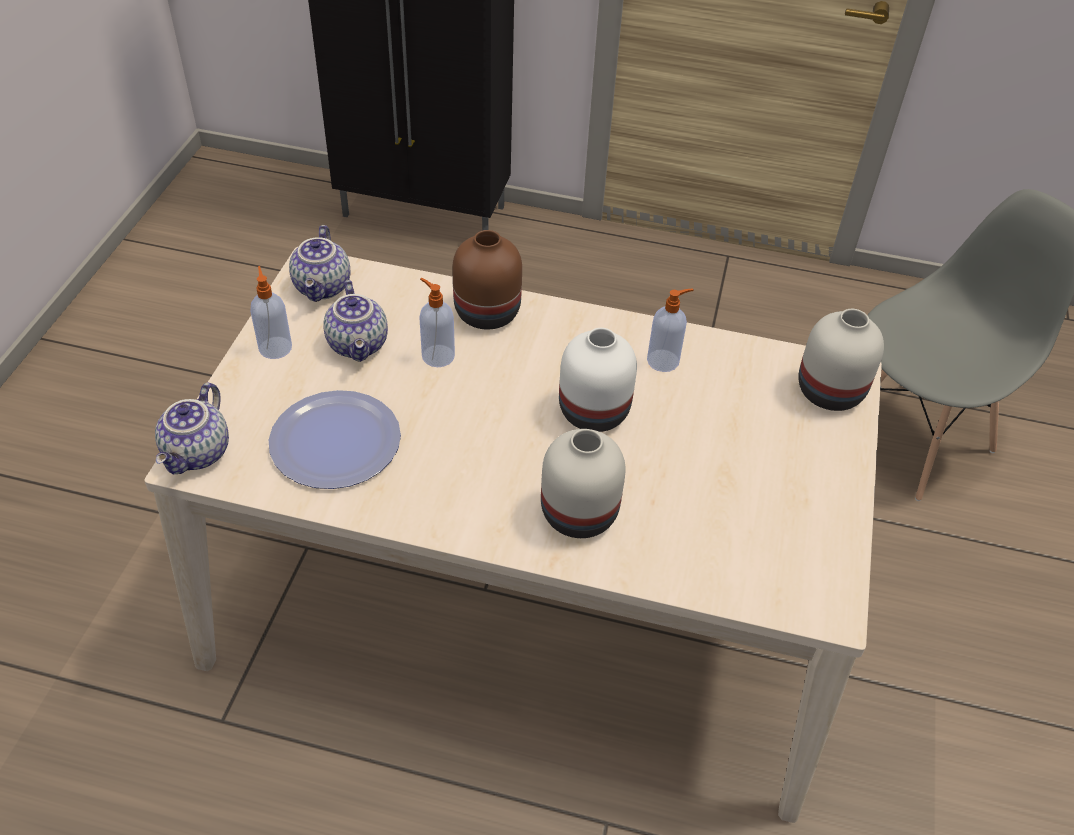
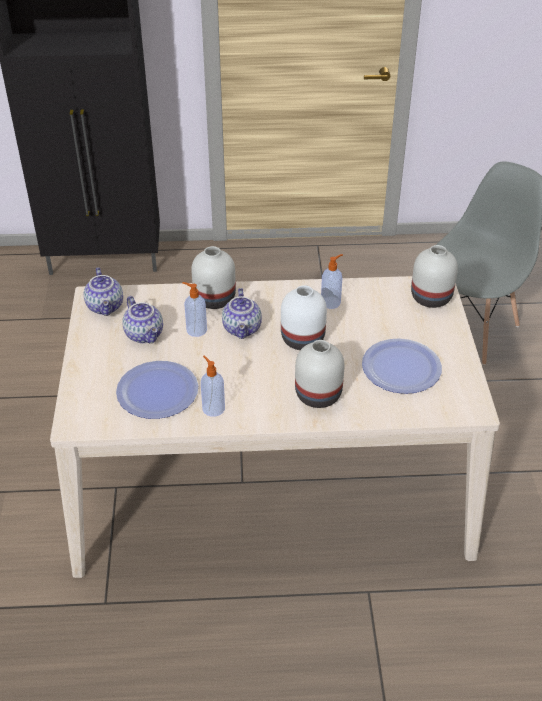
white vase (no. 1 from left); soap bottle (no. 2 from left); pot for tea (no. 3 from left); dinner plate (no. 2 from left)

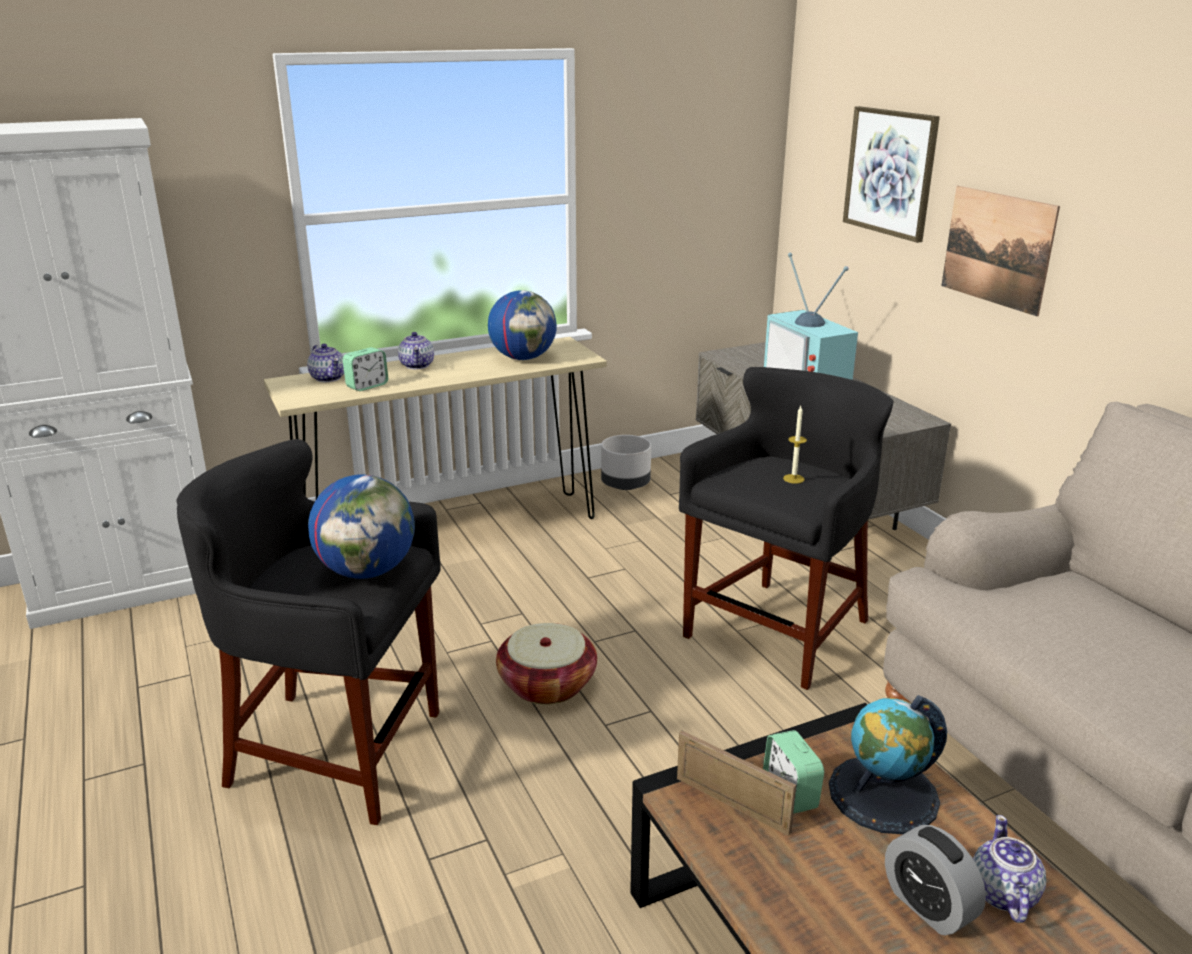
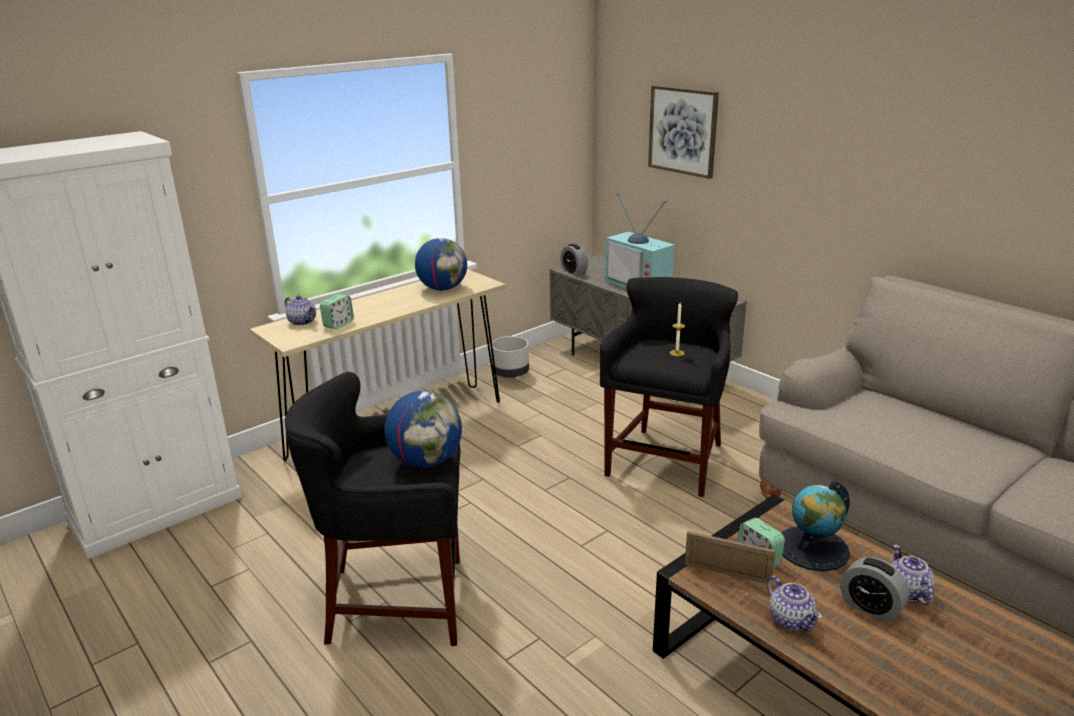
bedside clock (no. 2 from left); pot for tea (no. 2 from left); household basket; wall art (no. 2 from left in the first image)

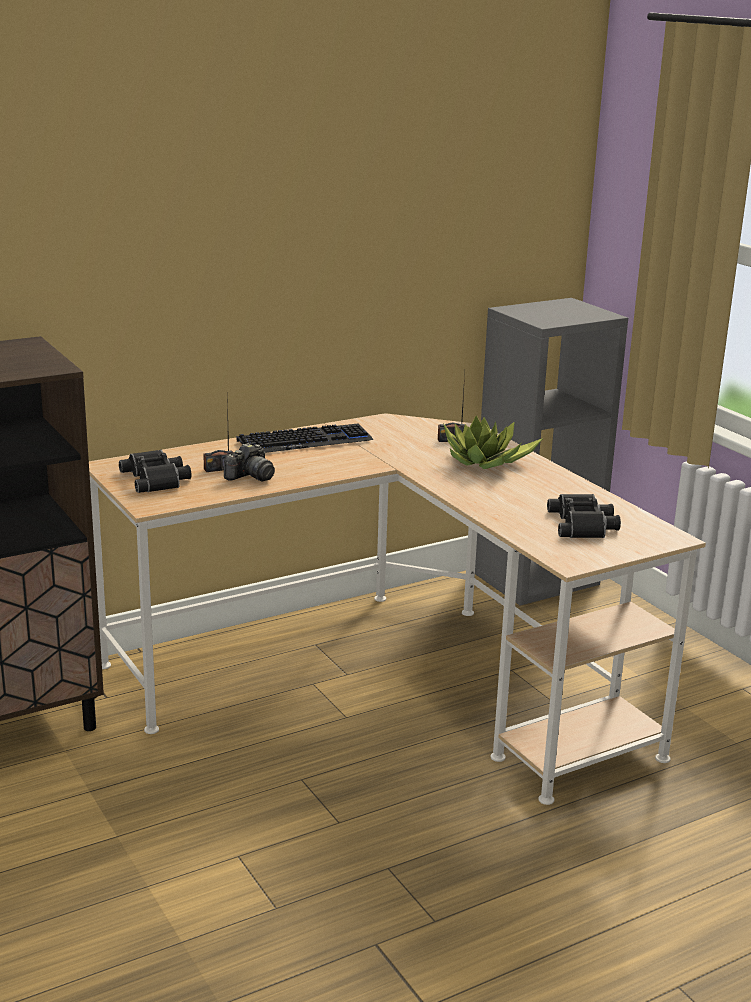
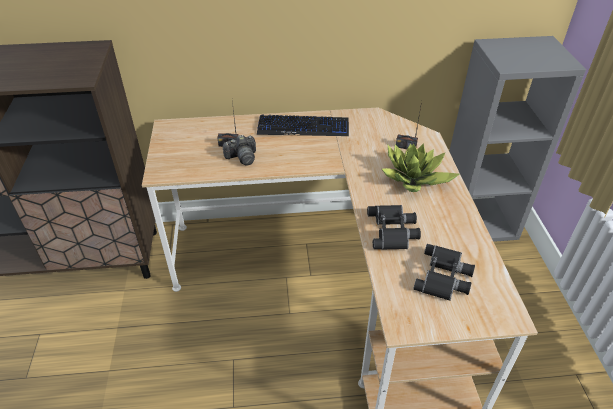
black-coloured binoculars (no. 1 from left)

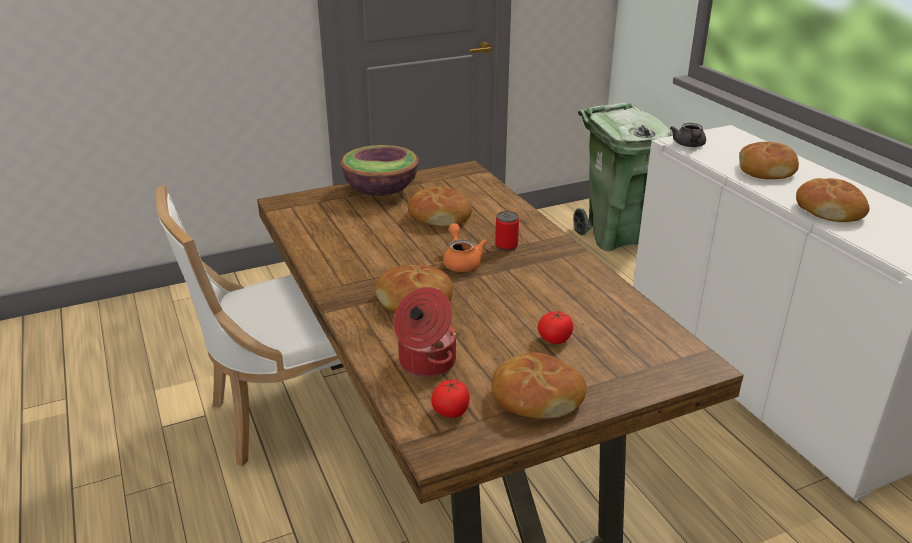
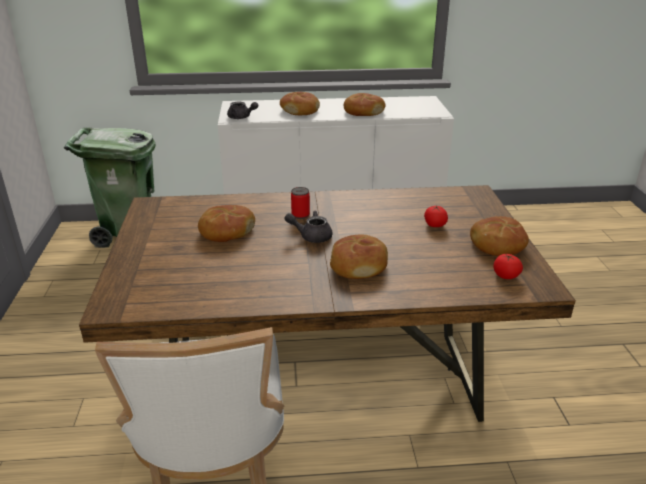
greyish pot for tea (no. 2 from left); serving bowl; saucepot

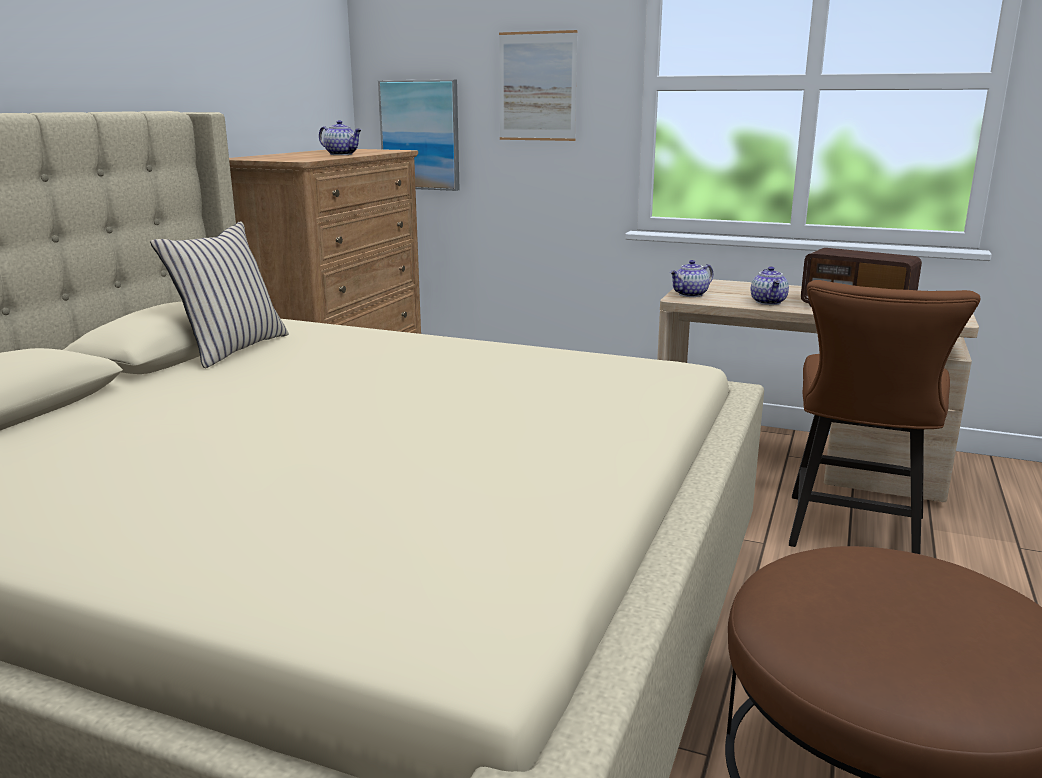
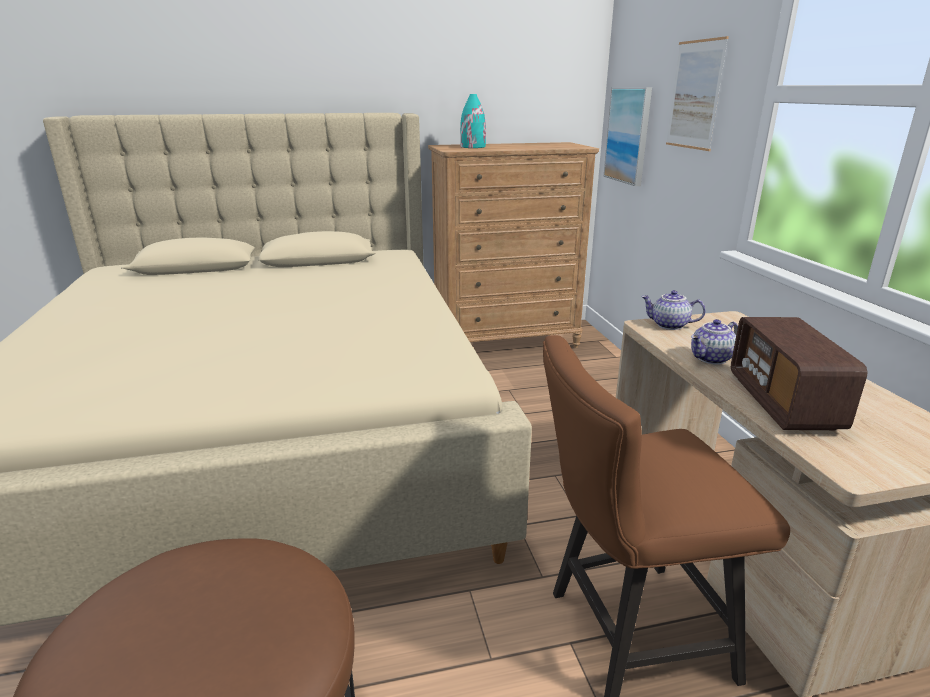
turquoise-coloured vase; beige pillow; pot for tea (no. 1 from left in the first image)

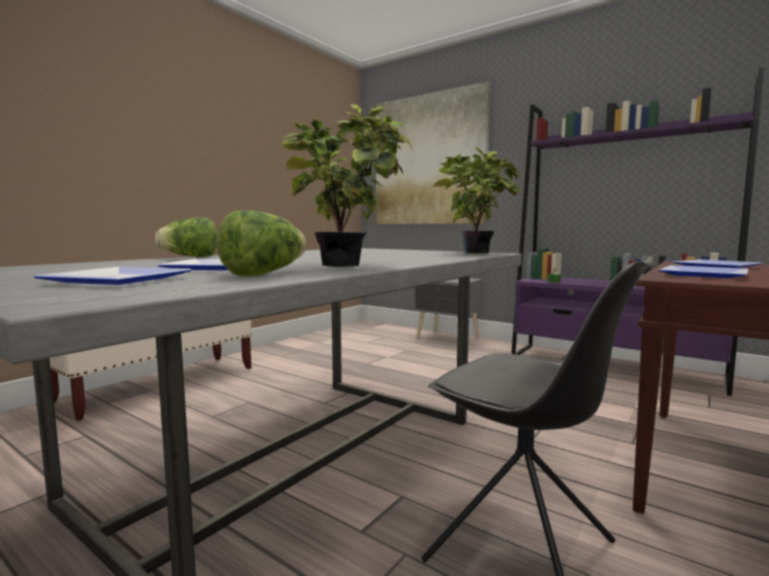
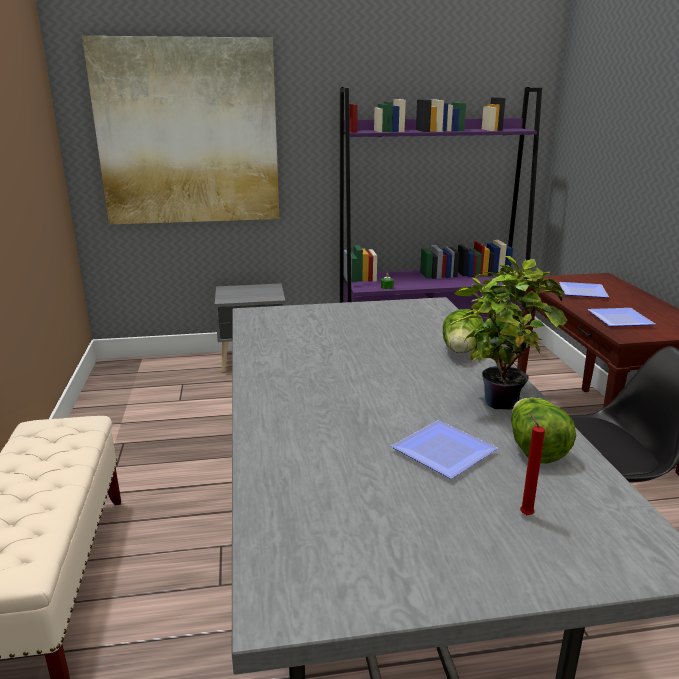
head of lettuce (no. 1 from left); reddish candle; houseplant (no. 2 from left in the first image)

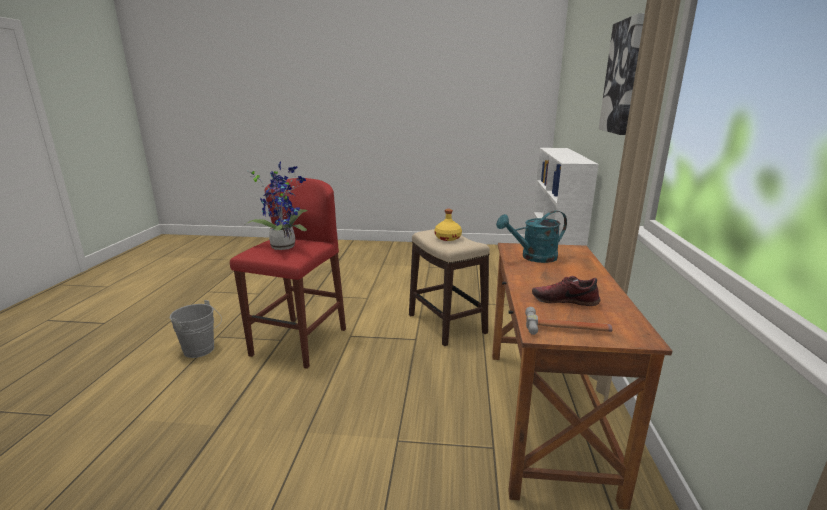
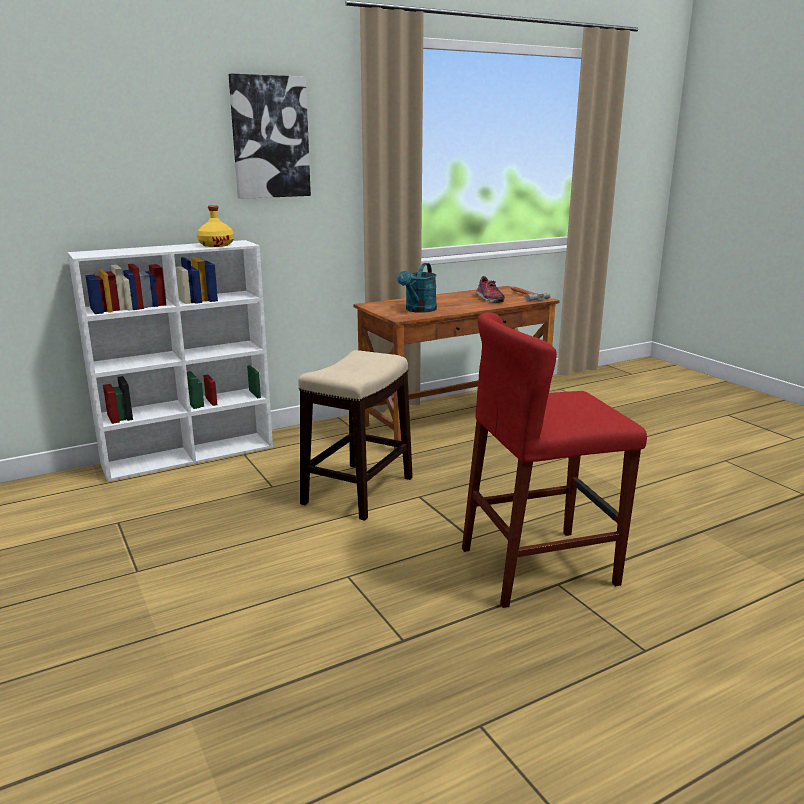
yellow beverage bottle; turquoise-coloured watering pot; greyish pail; houseplant

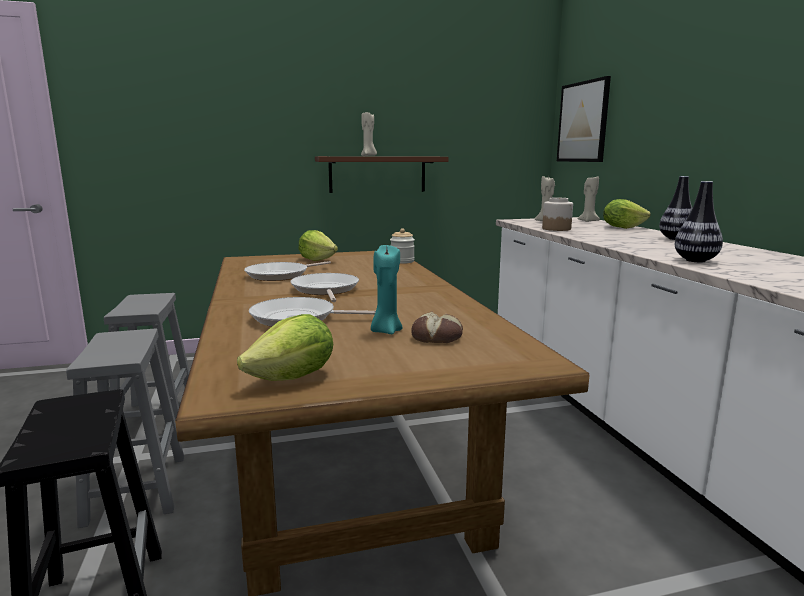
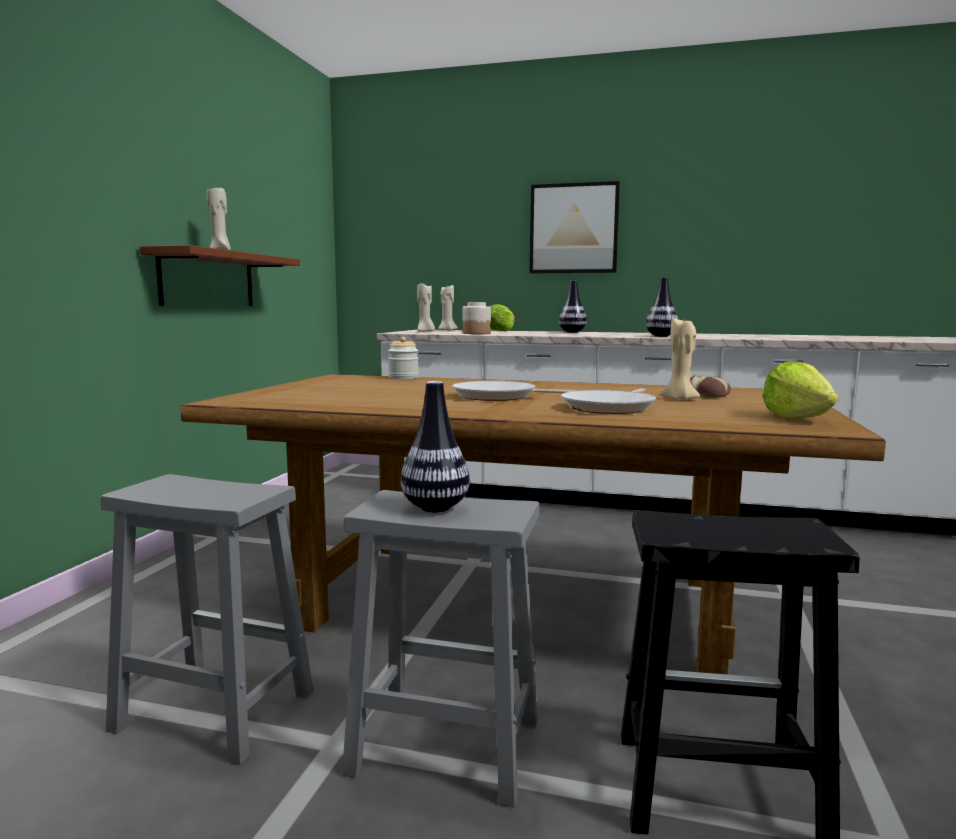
vase (no. 1 from left); wall art; beige candle (no. 4 from left); pan (no. 1 from left in the first image); head of lettuce (no. 2 from left in the first image)

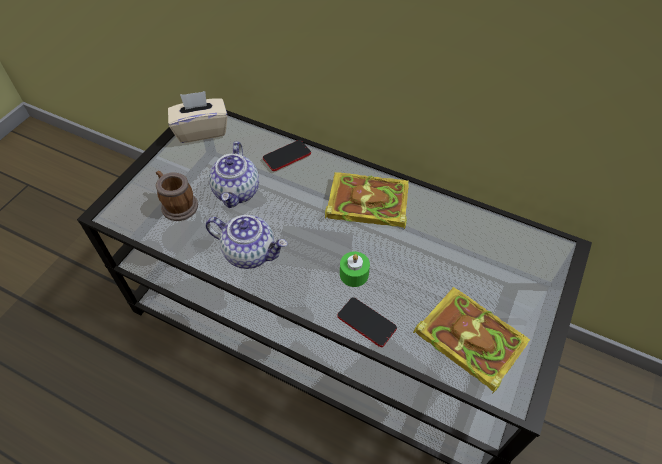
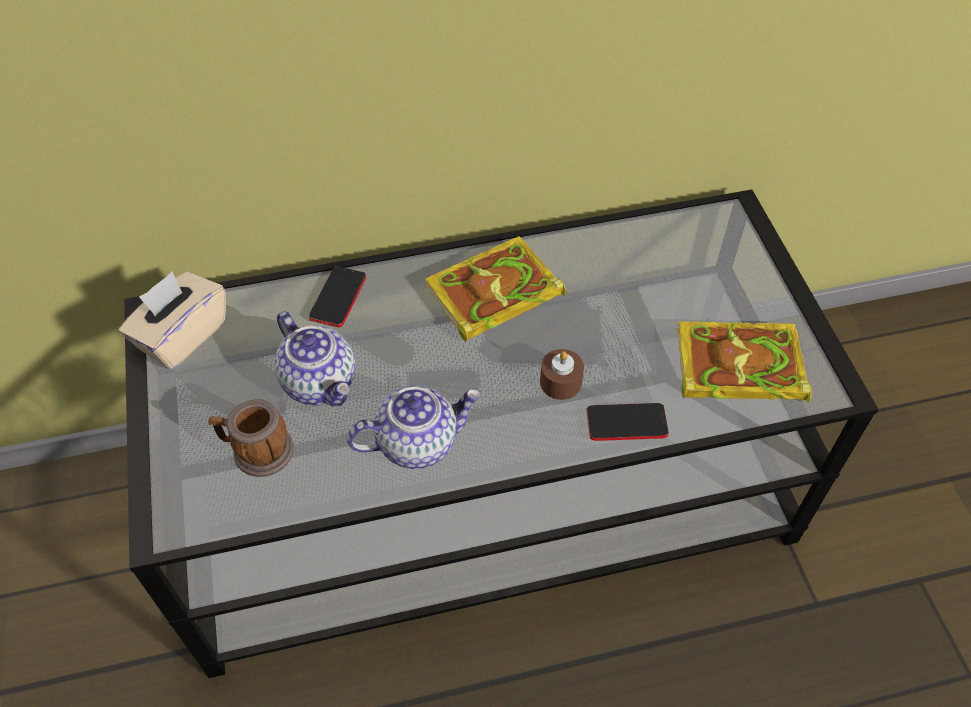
brown-coloured candle

